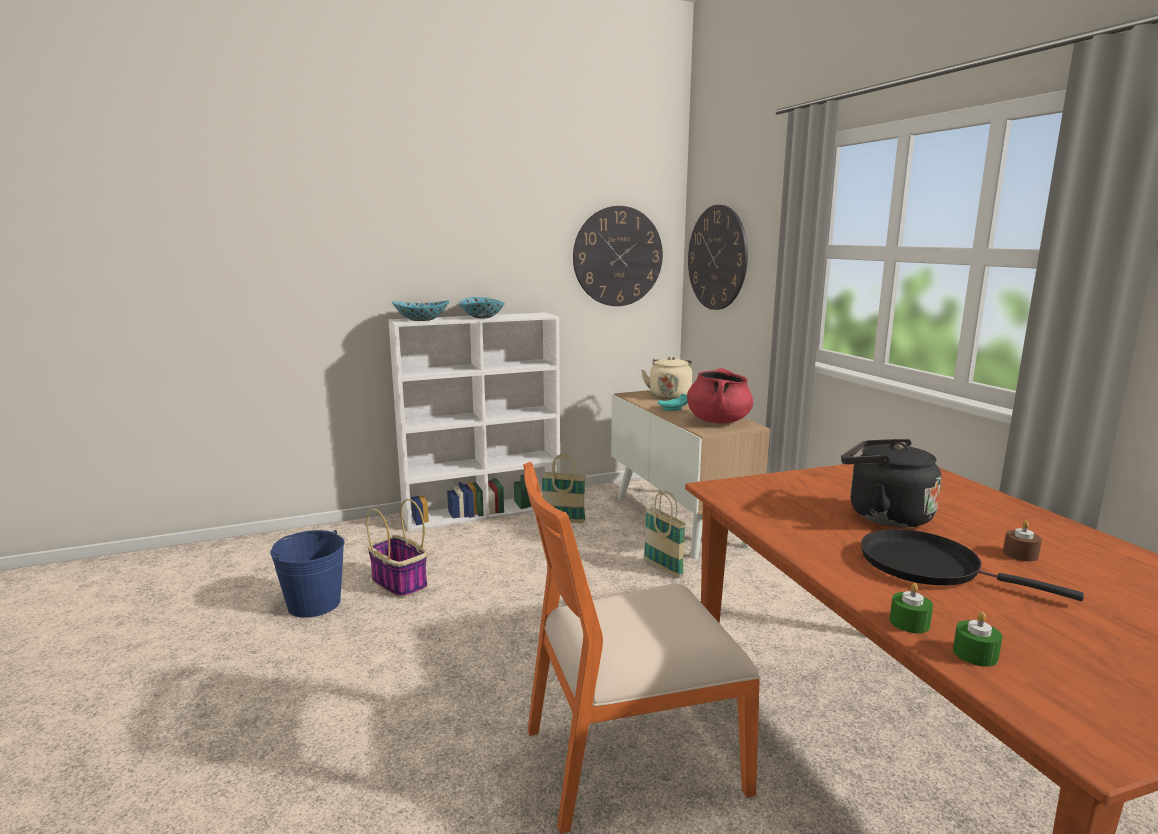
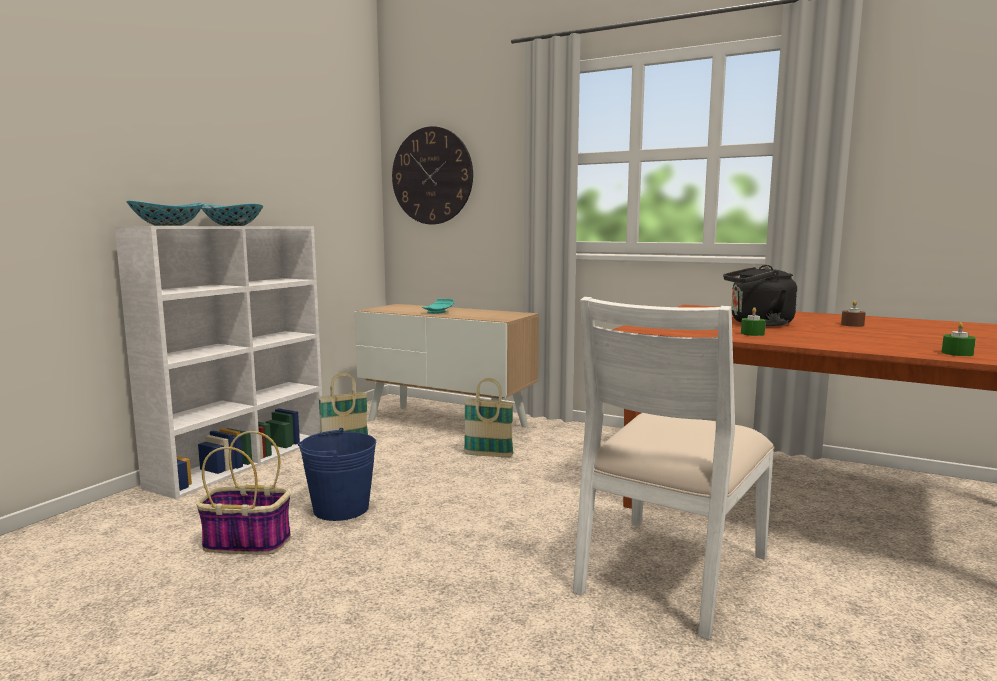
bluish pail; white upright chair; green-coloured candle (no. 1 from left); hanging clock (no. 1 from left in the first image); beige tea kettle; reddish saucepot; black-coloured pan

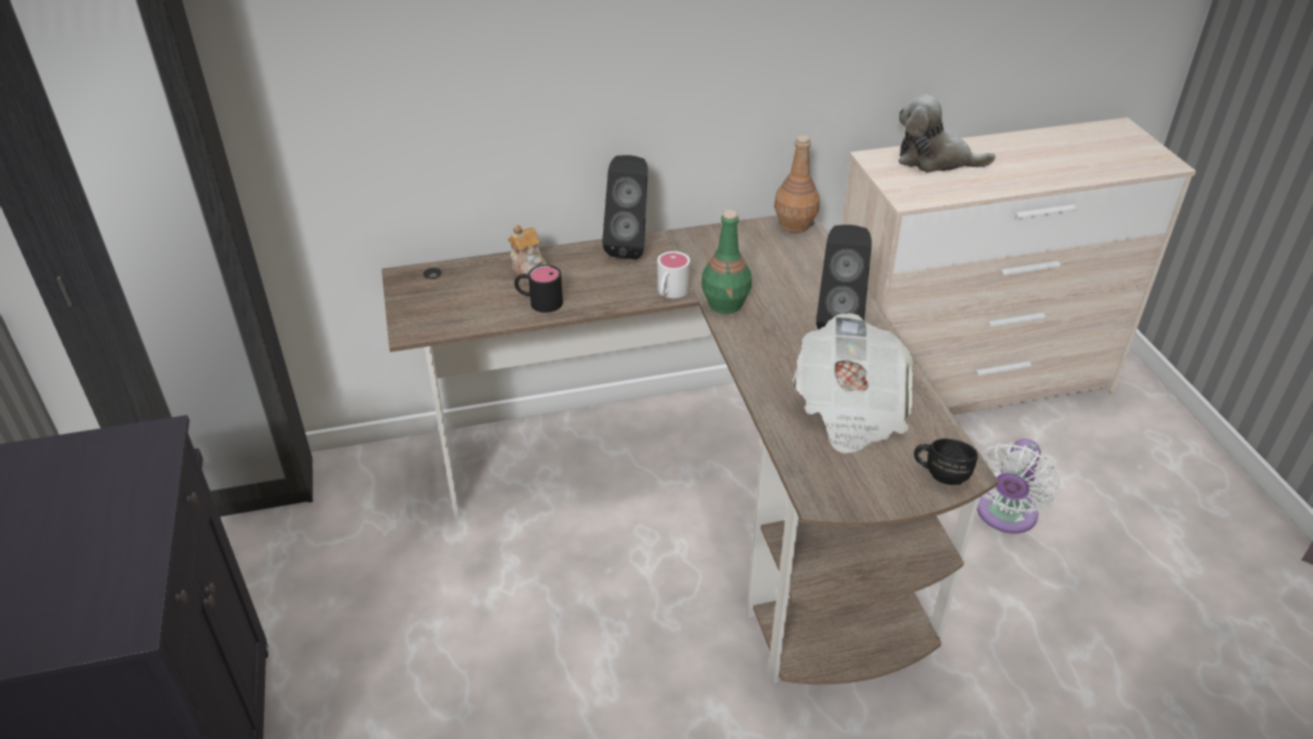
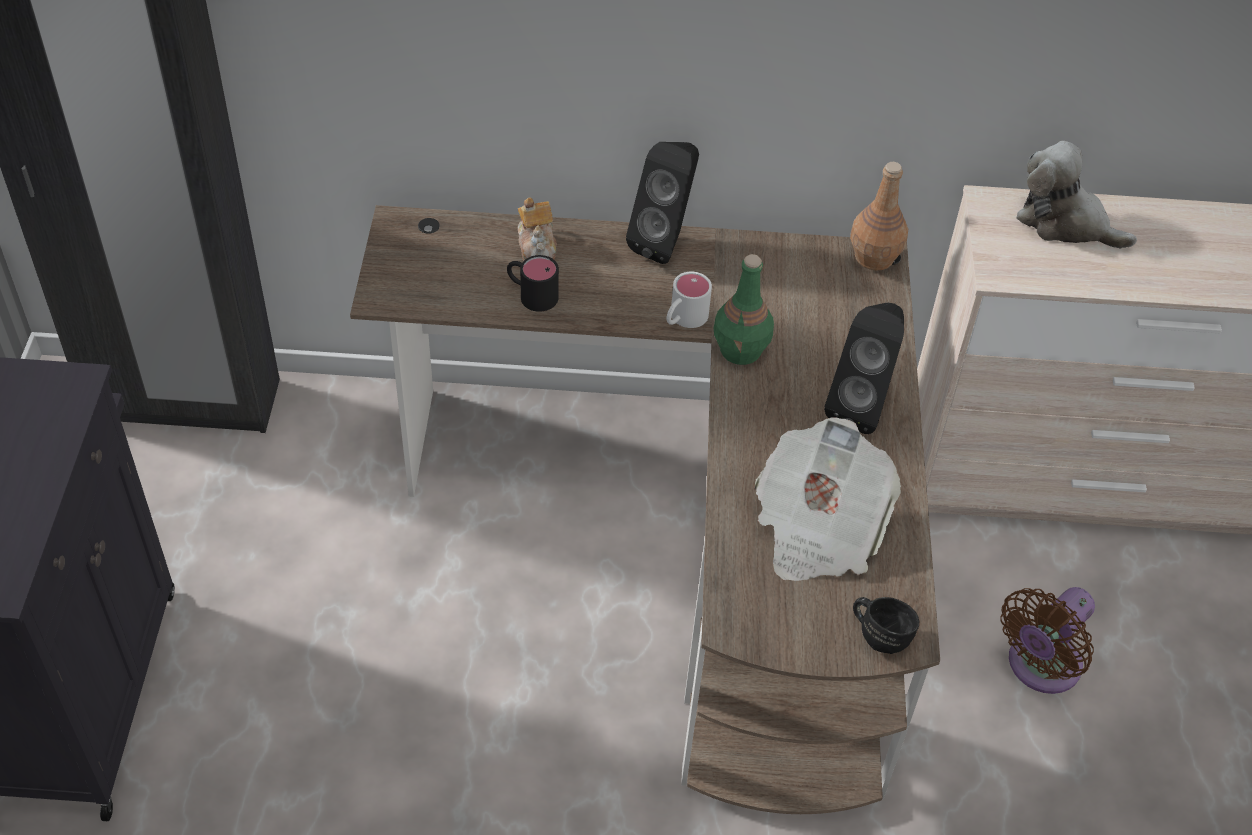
brown-coloured cooling fan

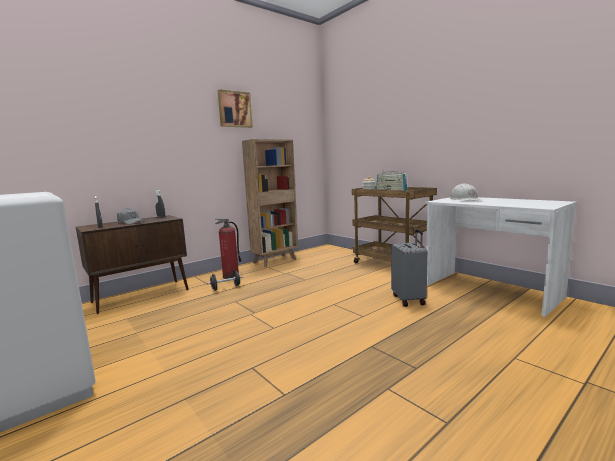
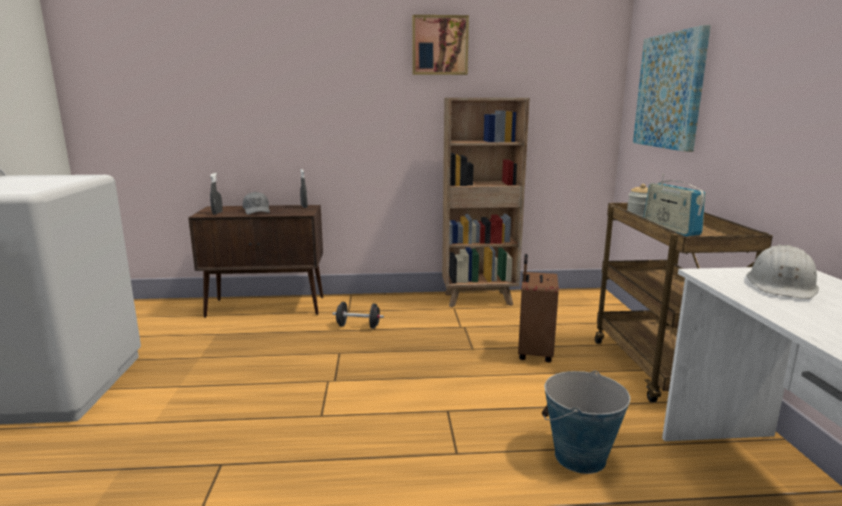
brown-coloured travel case; pail; wall art (no. 2 from left); fire-fighting cylinder

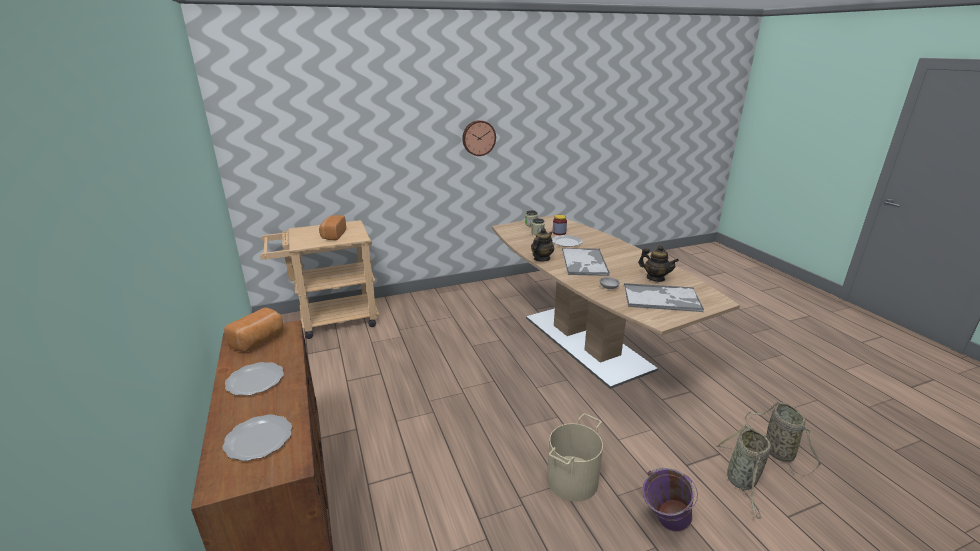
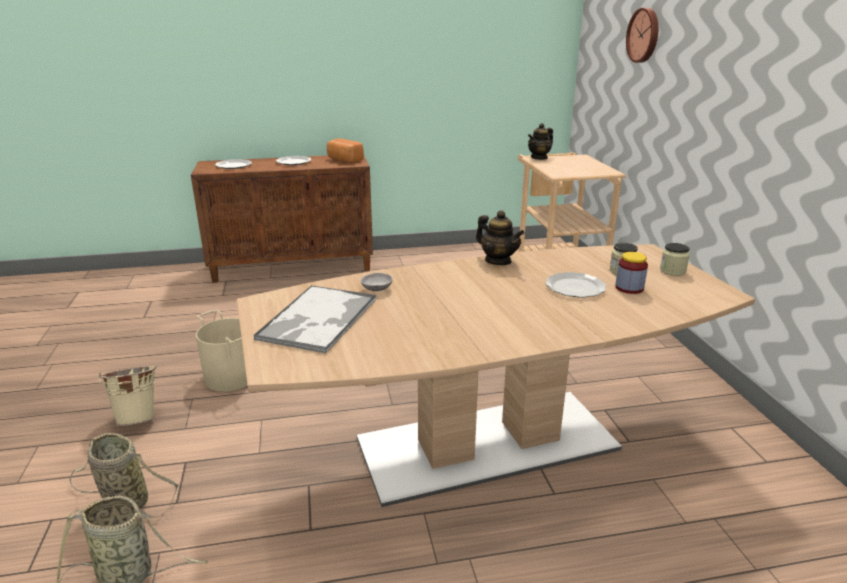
beige pail (no. 1 from left); pot for tea (no. 2 from left); hanging clock; bakery bread (no. 2 from left in the first image); carrying tray (no. 1 from left in the first image)

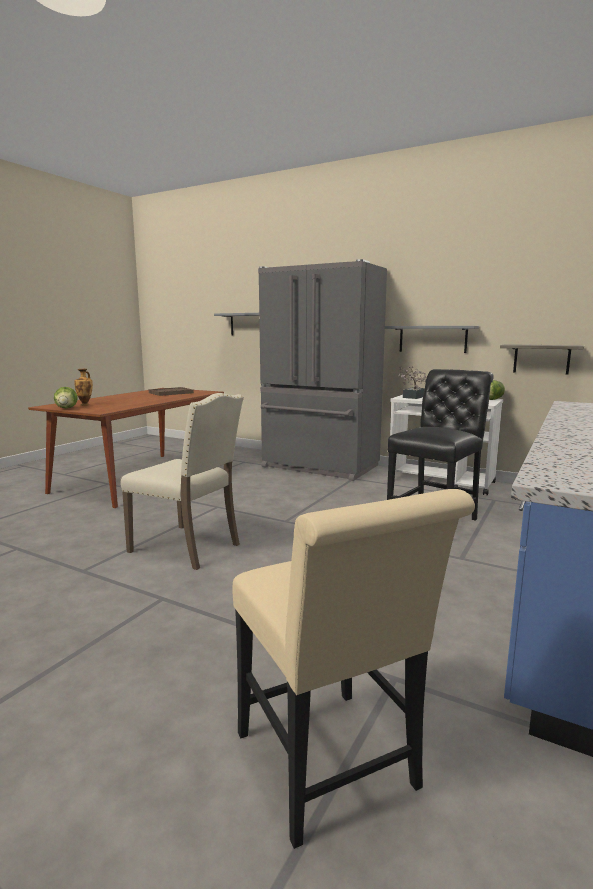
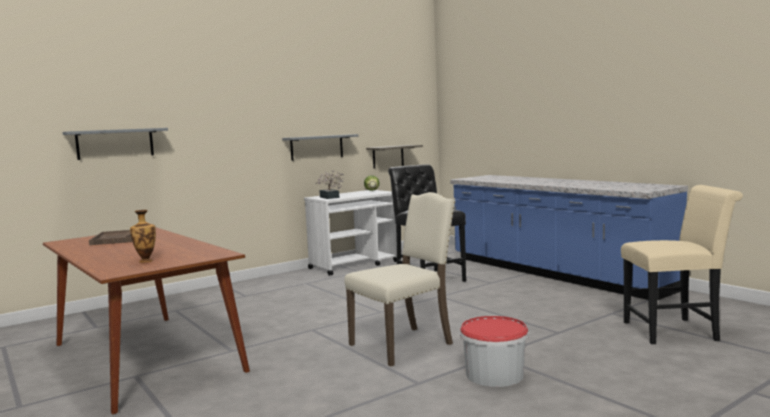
pail; head of lettuce (no. 1 from left in the first image); greyish fridge

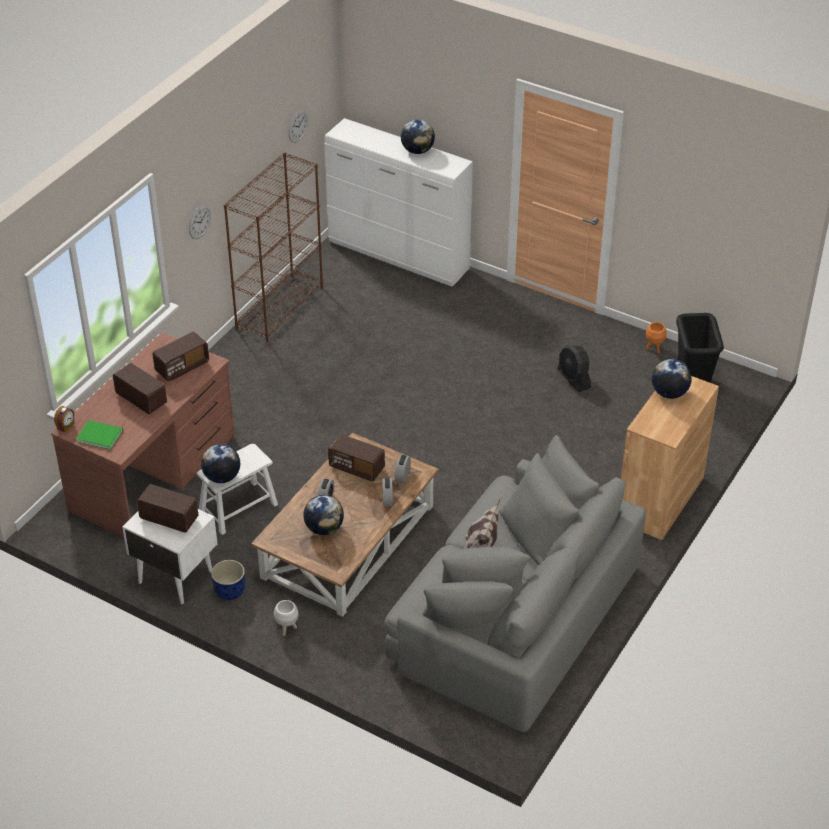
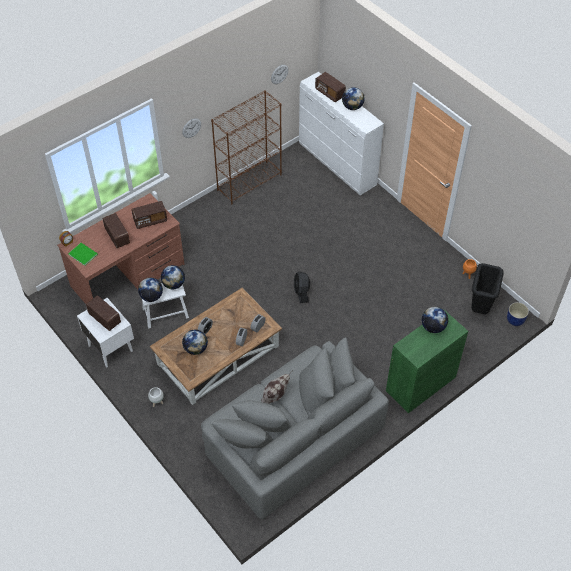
world globe (no. 2 from left); black-coloured cooling fan; radio receiver (no. 4 from left); green-coloured cabinet; bluish flower pot

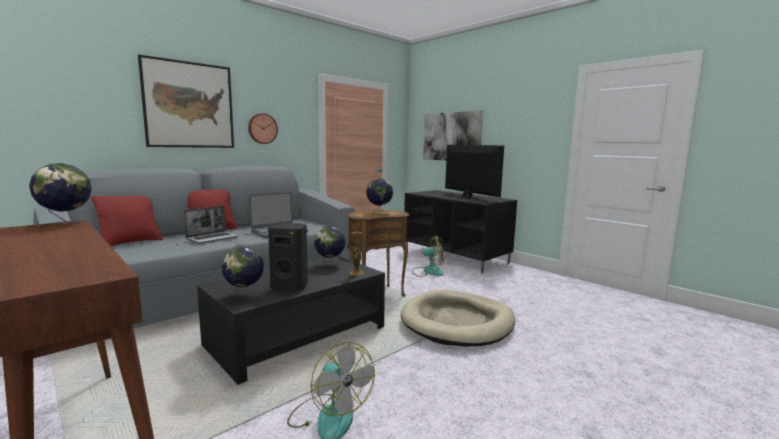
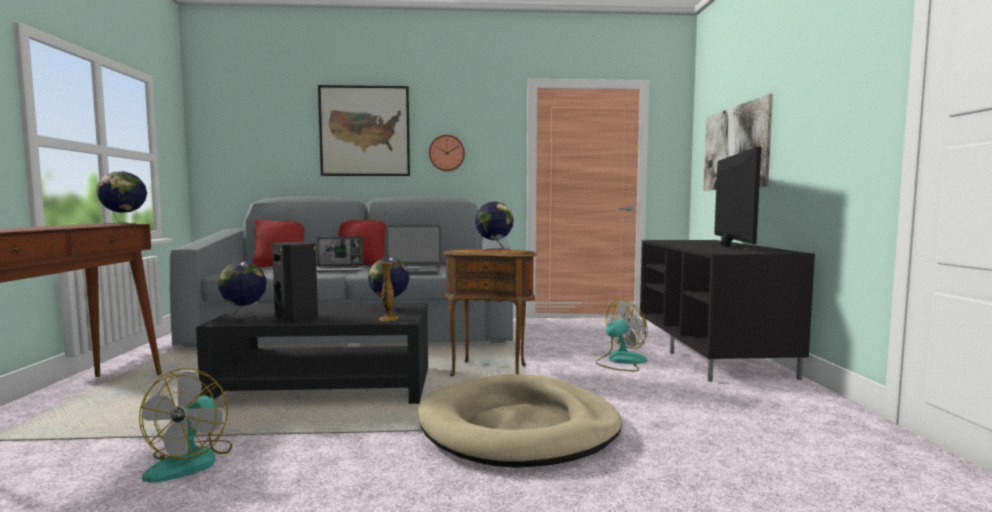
cooling fan (no. 2 from left)

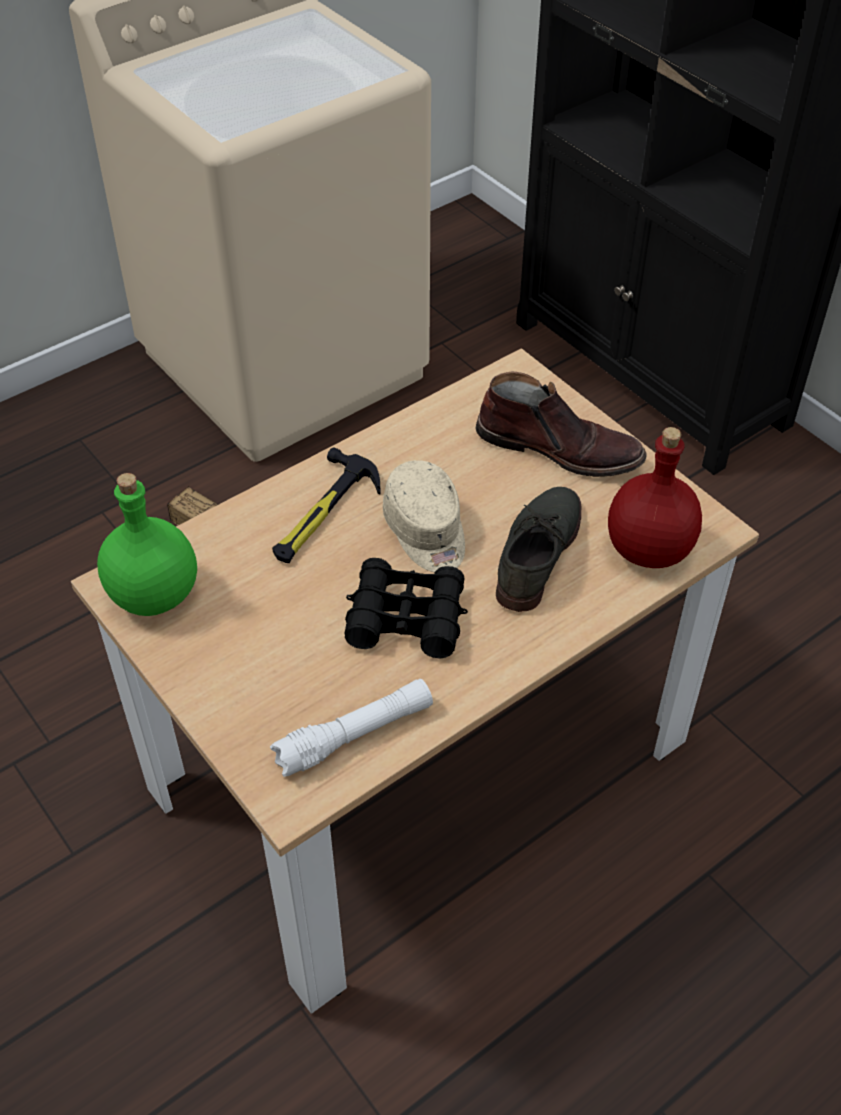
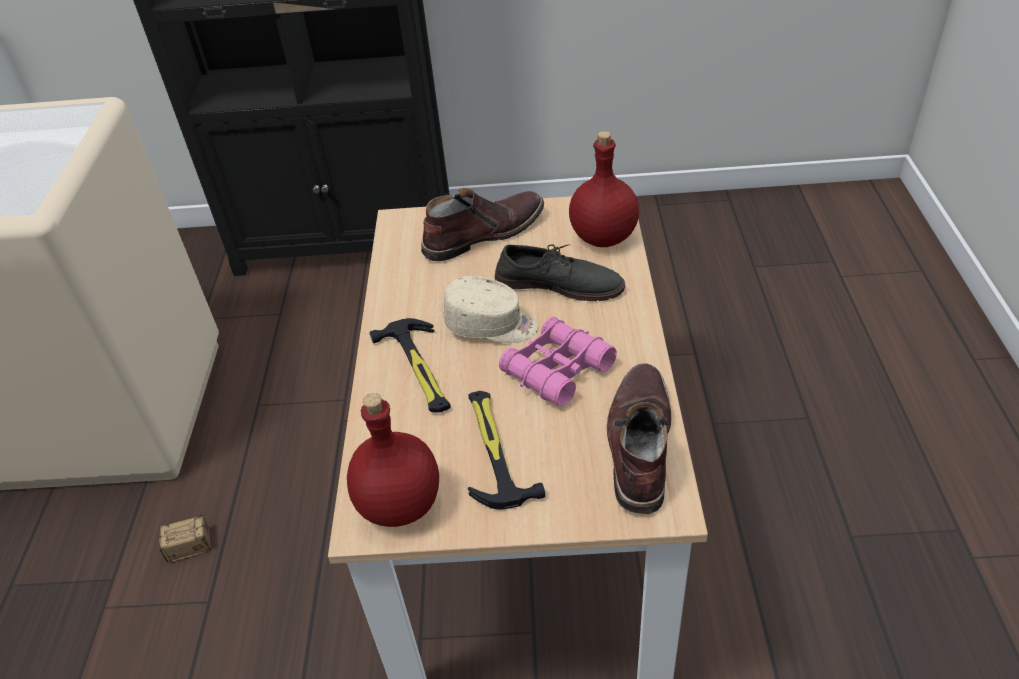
reddish beverage bottle (no. 1 from left); tool hammer (no. 2 from left); greyish shoe; pinkish binoculars; brown-coloured high-top boot (no. 2 from left)

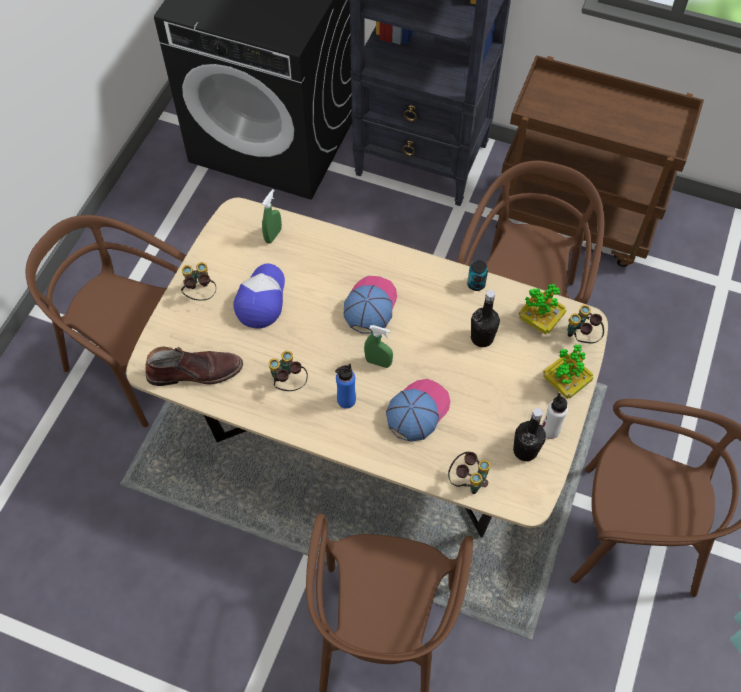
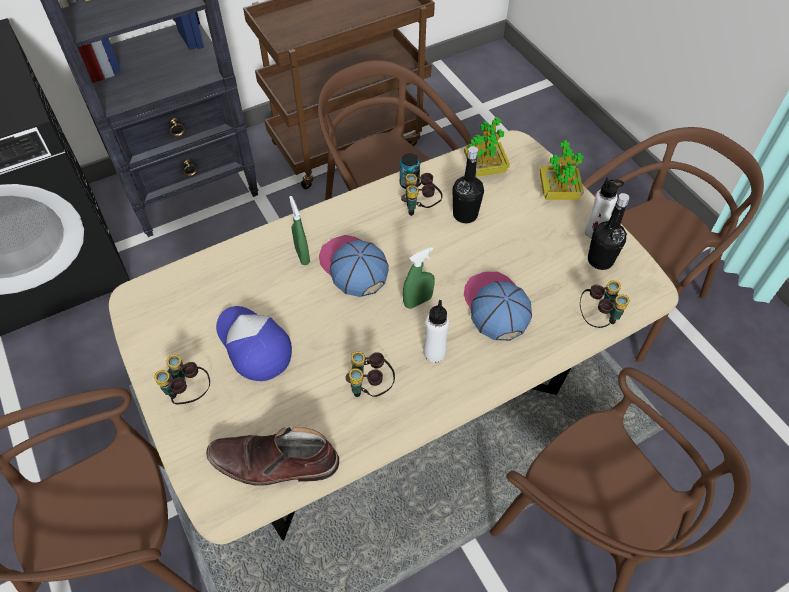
brown-coloured high-top boot; green-coloured hand sprayer (no. 1 from left); binoculars (no. 3 from left); white beverage bottle (no. 1 from left)

